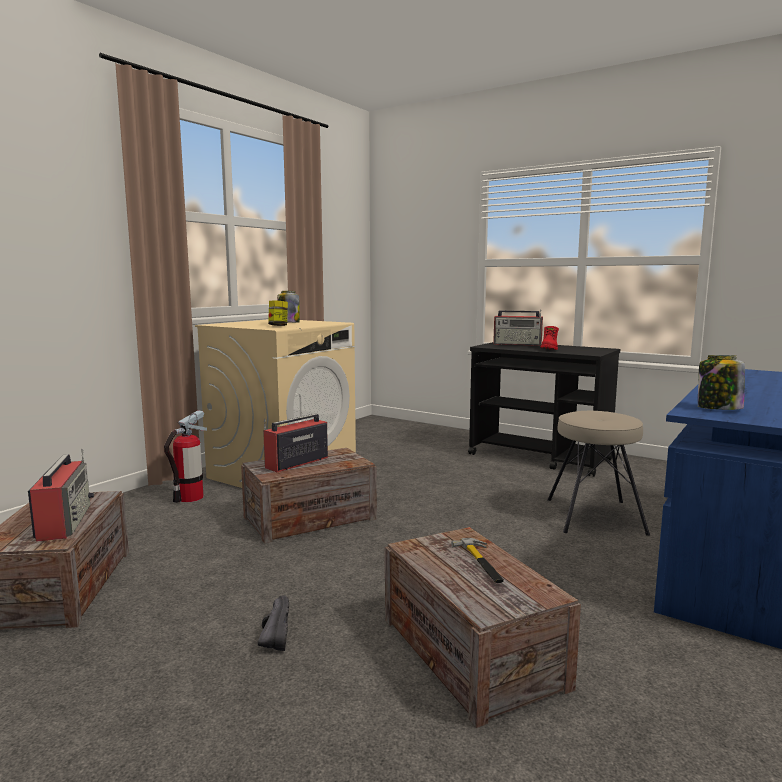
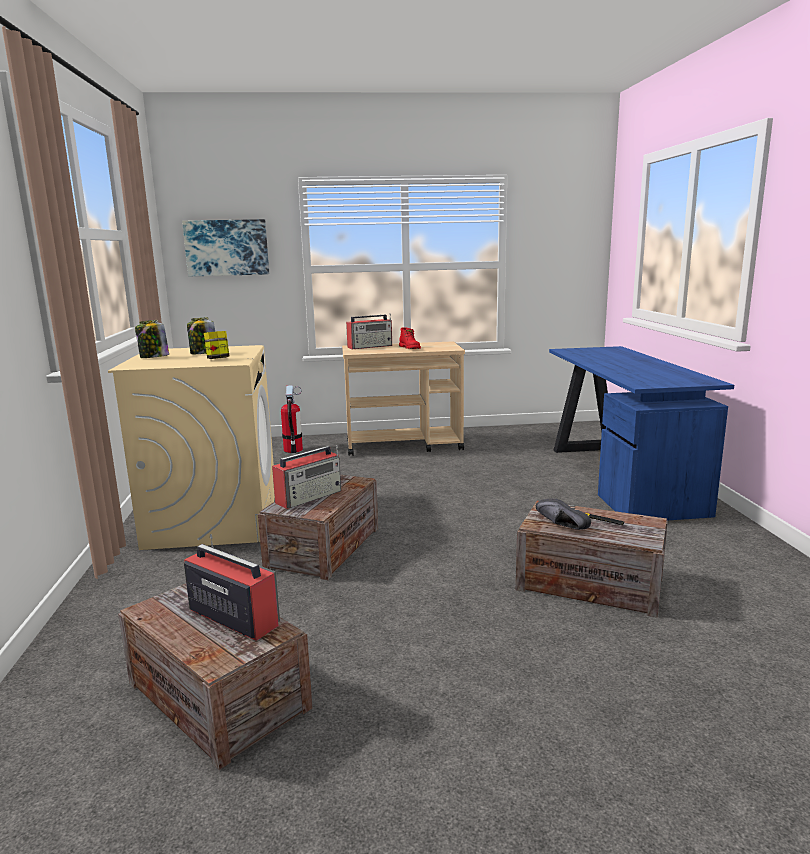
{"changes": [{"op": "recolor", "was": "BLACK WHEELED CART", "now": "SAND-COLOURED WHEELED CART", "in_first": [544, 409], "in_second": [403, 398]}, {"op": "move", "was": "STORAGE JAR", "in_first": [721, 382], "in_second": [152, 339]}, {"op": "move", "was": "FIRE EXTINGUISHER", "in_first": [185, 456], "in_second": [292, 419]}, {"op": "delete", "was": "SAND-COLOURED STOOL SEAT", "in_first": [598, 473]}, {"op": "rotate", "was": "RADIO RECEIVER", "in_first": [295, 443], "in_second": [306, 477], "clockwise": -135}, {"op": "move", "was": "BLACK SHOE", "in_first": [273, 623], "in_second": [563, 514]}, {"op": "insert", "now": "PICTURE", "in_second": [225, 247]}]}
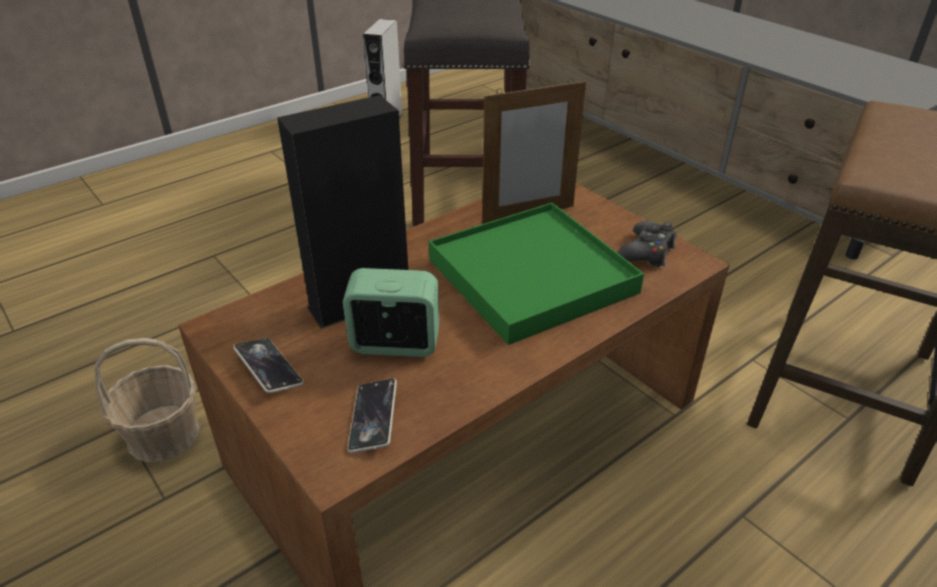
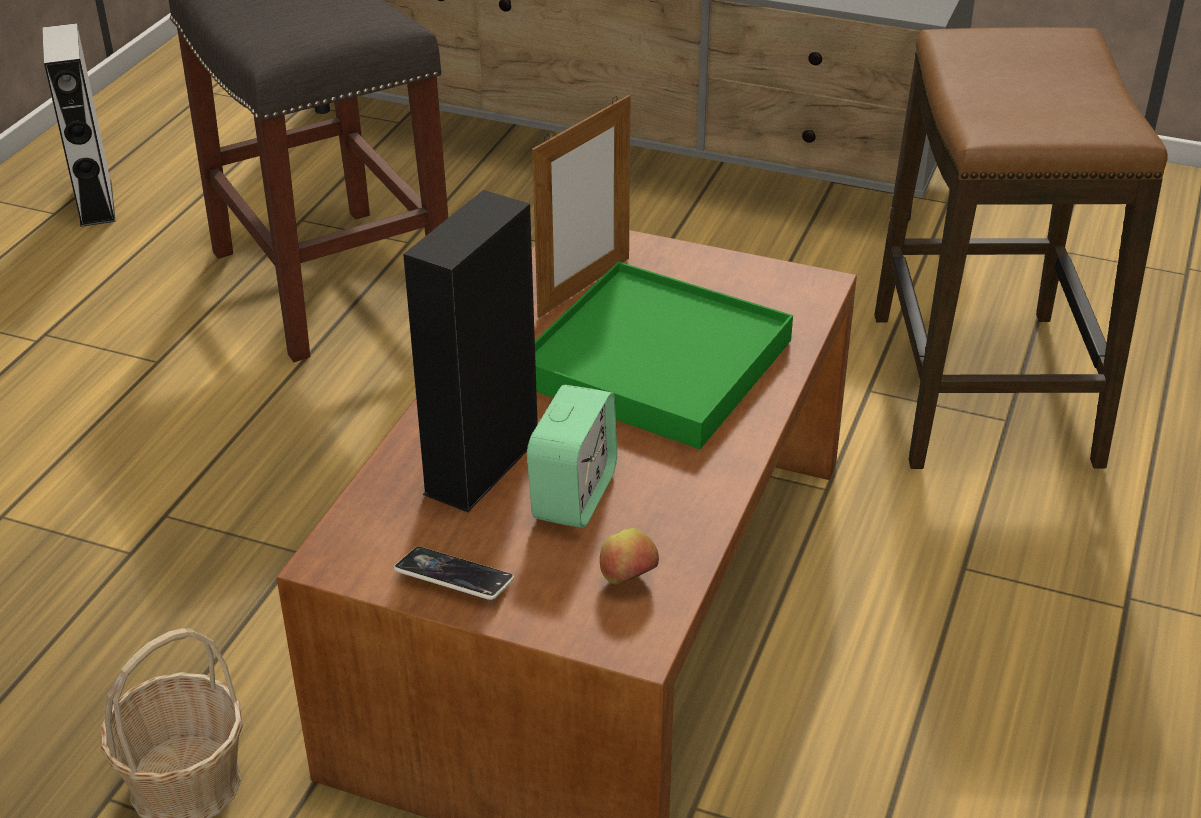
{"changes": [{"op": "delete", "was": "BLACK JOYPAD", "in_first": [646, 244]}, {"op": "rotate", "was": "TABLE CLOCK", "in_first": [391, 312], "in_second": [572, 456], "clockwise": 135}, {"op": "replace", "was": "HANDSET", "now": "WHOLE APPLE", "in_first": [372, 415], "in_second": [629, 556]}]}
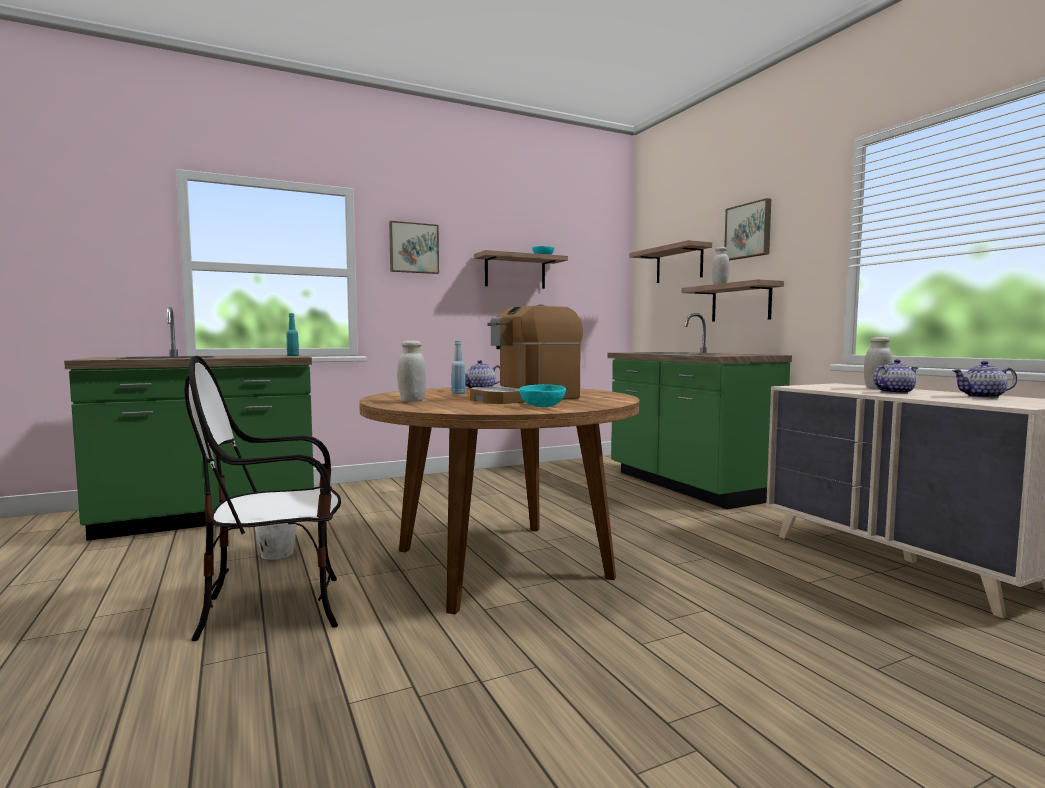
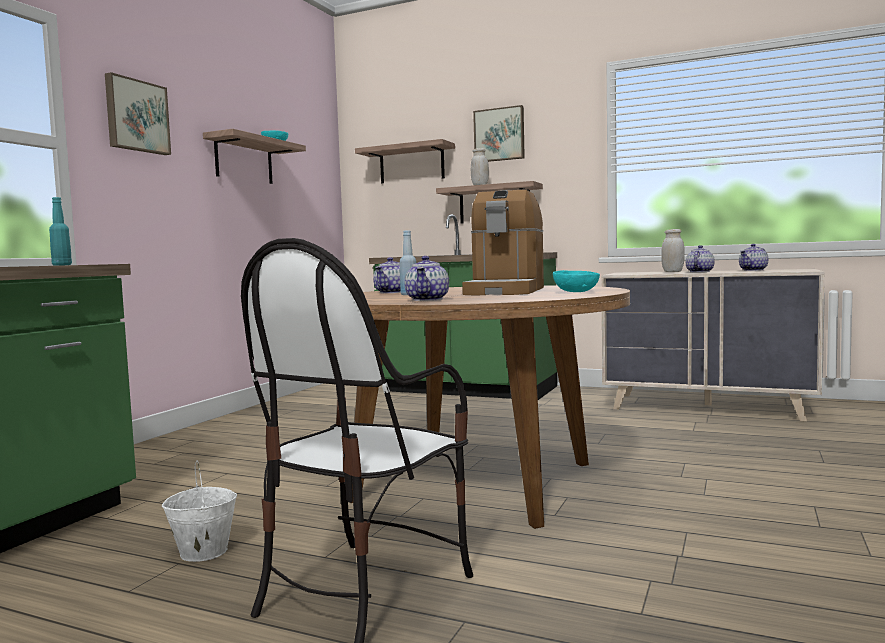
{"changes": [{"op": "replace", "was": "WHITE STORAGE JAR", "now": "TEA POT", "in_first": [411, 371], "in_second": [426, 278]}]}
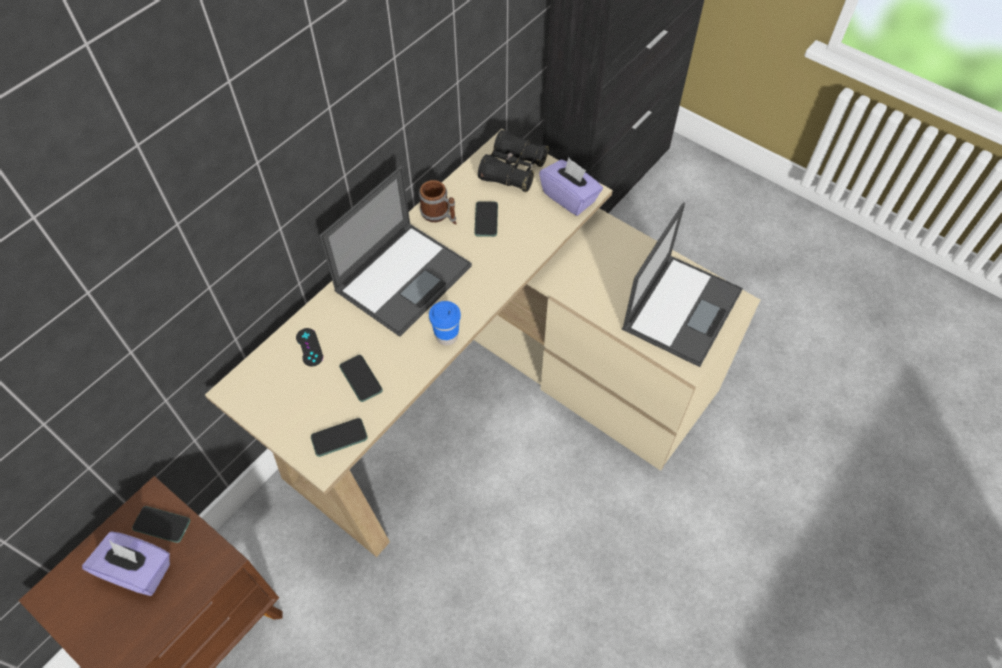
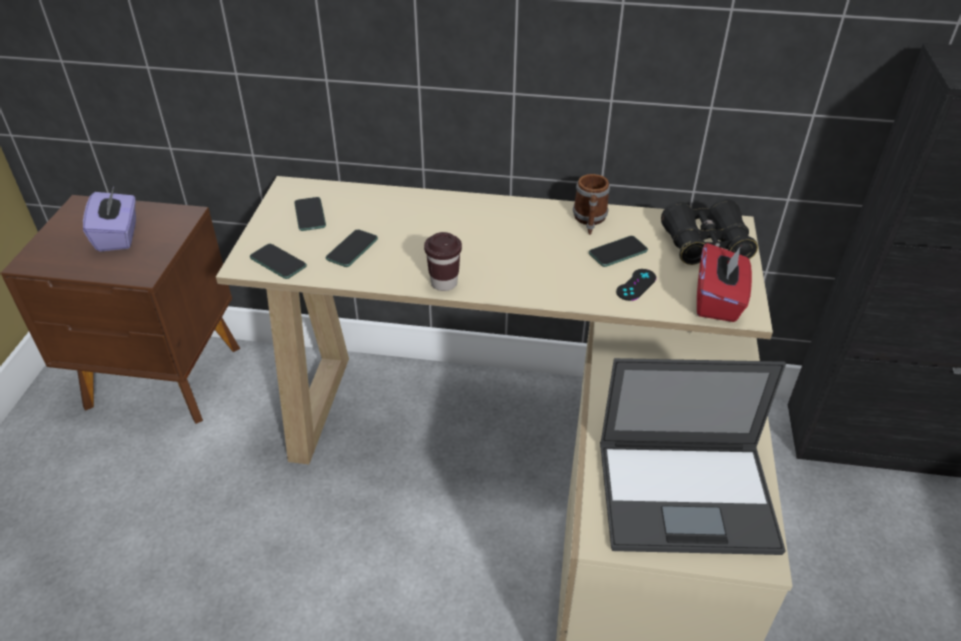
{"changes": [{"op": "recolor", "was": "PURPLE-COLOURED TISSUE HOLDER", "now": "RED TISSUE HOLDER", "in_first": [571, 186], "in_second": [724, 282]}, {"op": "delete", "was": "NOTEBOOK COMPUTER", "in_first": [395, 251]}, {"op": "recolor", "was": "BLUISH DRINKING CUP", "now": "BROWN DRINKING CUP", "in_first": [445, 323], "in_second": [443, 261]}, {"op": "move", "was": "BLACK JOYPAD", "in_first": [309, 347], "in_second": [636, 285]}, {"op": "move", "was": "HANDSET", "in_first": [161, 524], "in_second": [310, 214]}]}
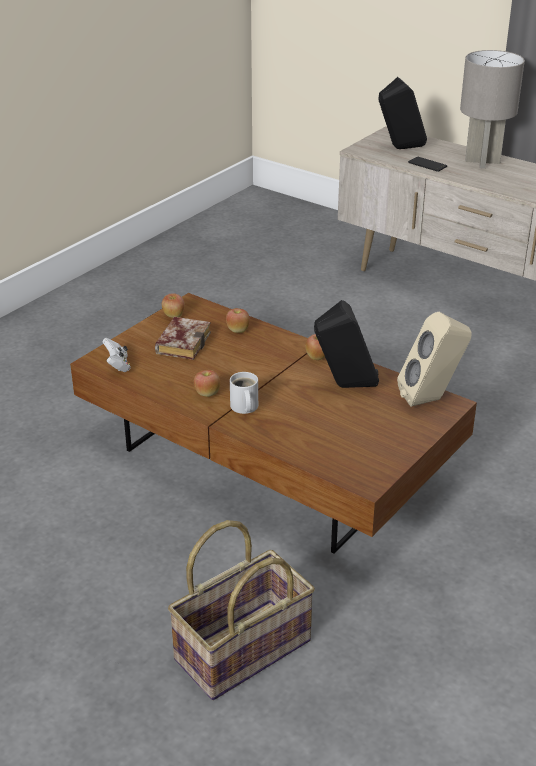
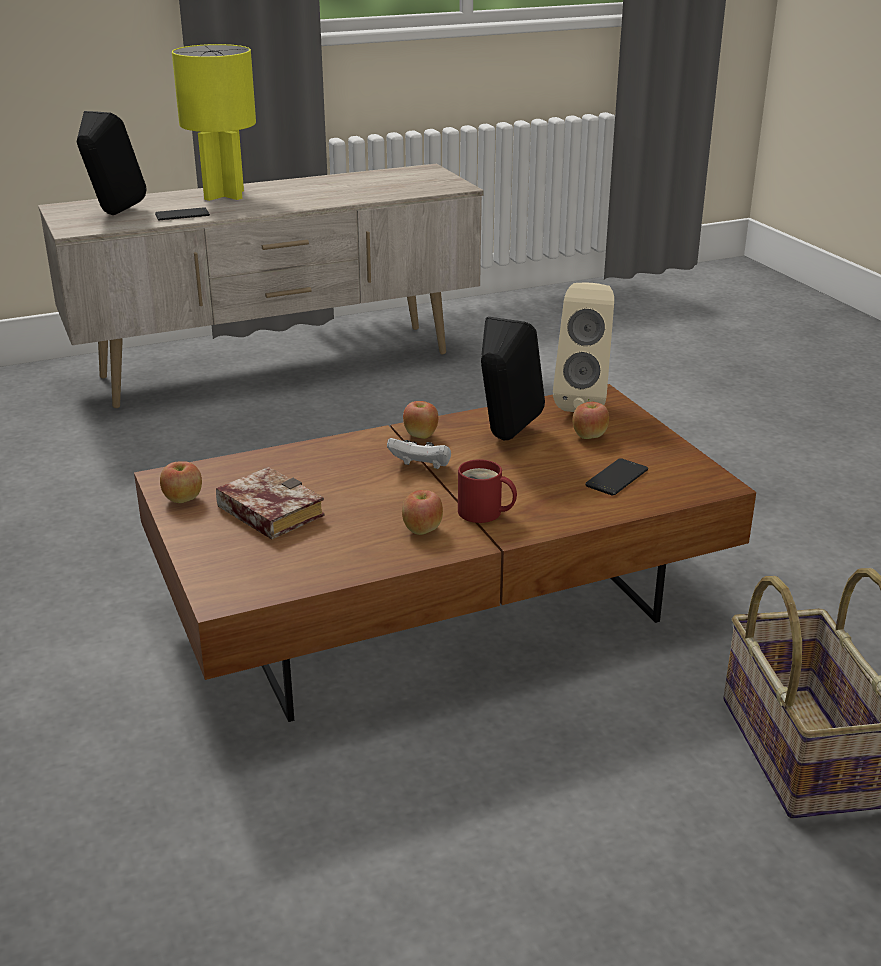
{"changes": [{"op": "recolor", "was": "GREYISH LAMP FOR A TABLE", "now": "YELLOW-COLOURED LAMP FOR A TABLE", "in_first": [492, 109], "in_second": [214, 122]}, {"op": "move", "was": "WHOLE APPLE", "in_first": [238, 320], "in_second": [591, 420]}, {"op": "move", "was": "WHITE JOYPAD", "in_first": [116, 355], "in_second": [419, 453]}, {"op": "recolor", "was": "WHITE COFFEE MUG", "now": "RED COFFEE MUG", "in_first": [244, 393], "in_second": [487, 491]}, {"op": "insert", "now": "HANDSET", "in_second": [616, 477]}]}
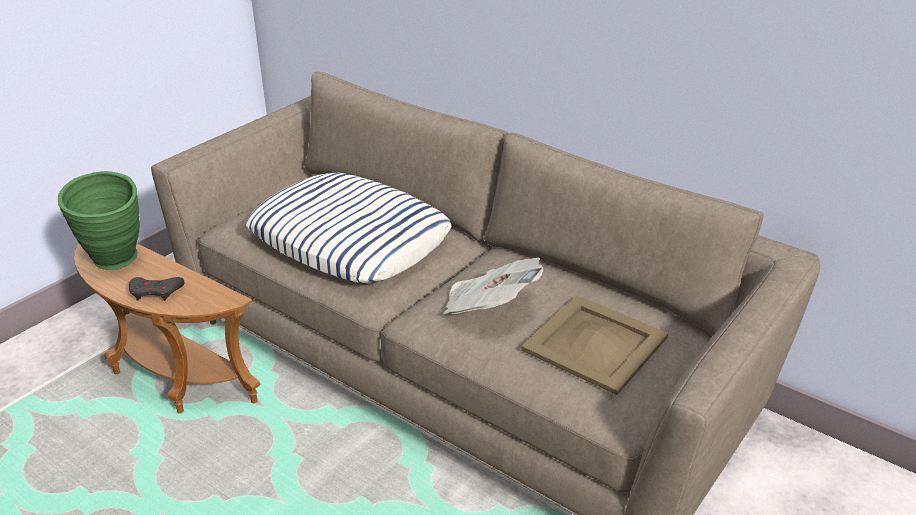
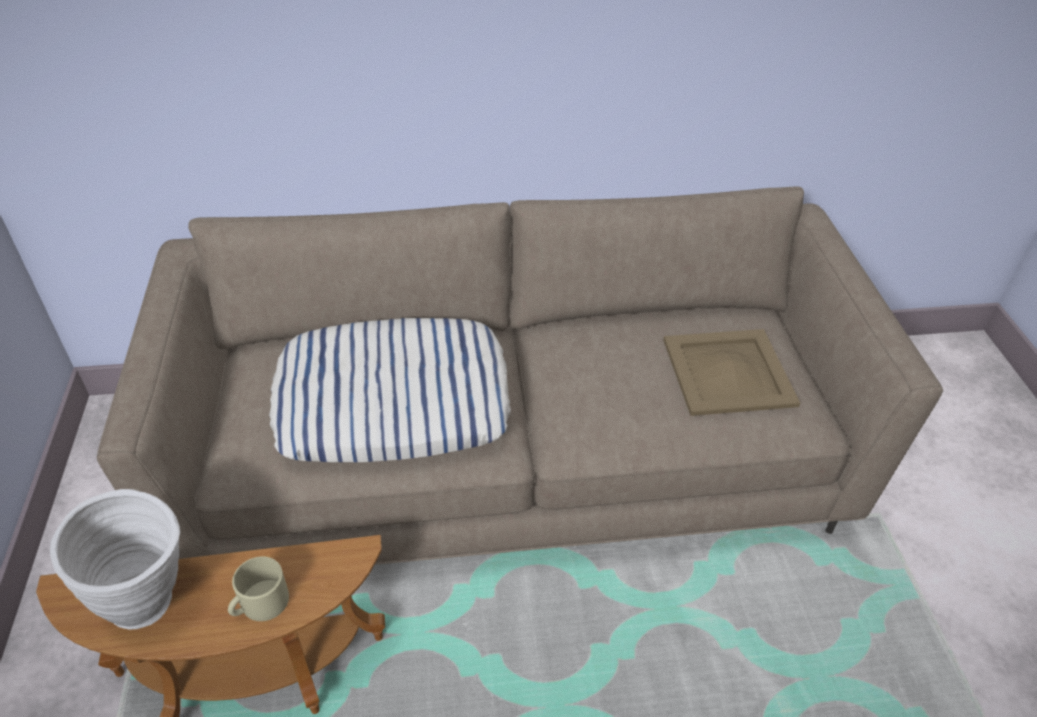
{"changes": [{"op": "recolor", "was": "GREEN-COLOURED DECORATIVE VASE", "now": "WHITE DECORATIVE VASE", "in_first": [99, 220], "in_second": [115, 559]}, {"op": "delete", "was": "DAILY PAPER", "in_first": [493, 286]}, {"op": "replace", "was": "GREYISH JOYPAD", "now": "SAND-COLOURED COFFEE MUG", "in_first": [156, 289], "in_second": [258, 588]}]}
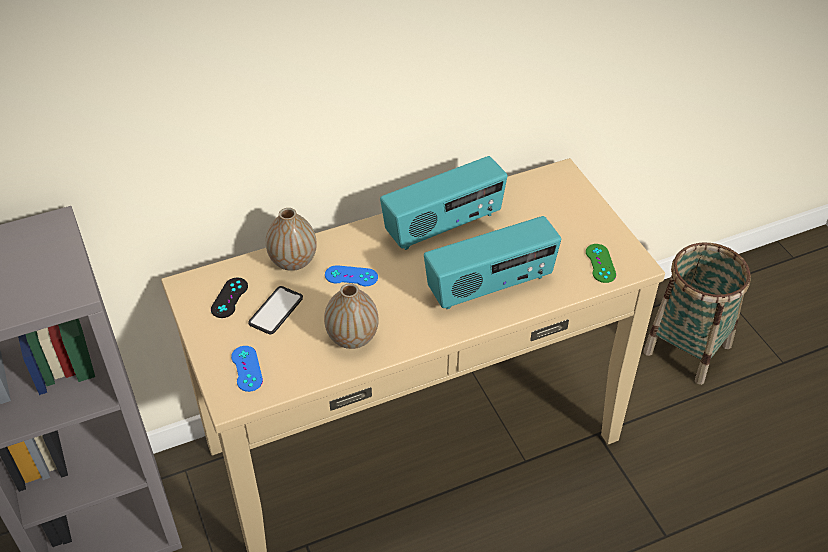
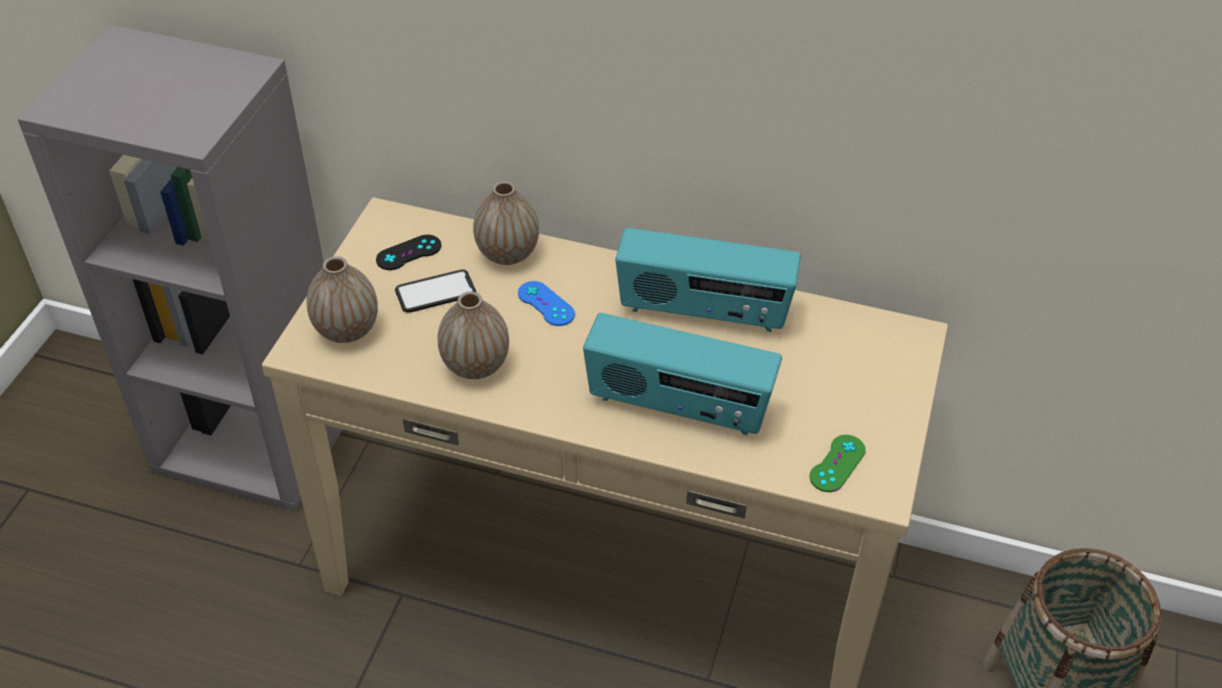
{"changes": [{"op": "replace", "was": "BLUISH JOYPAD", "now": "DECORATIVE VASE", "in_first": [247, 369], "in_second": [342, 299]}]}
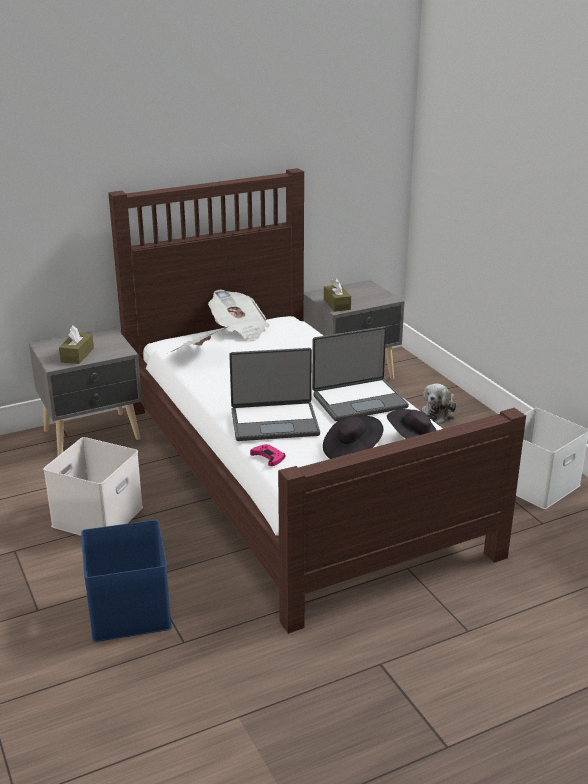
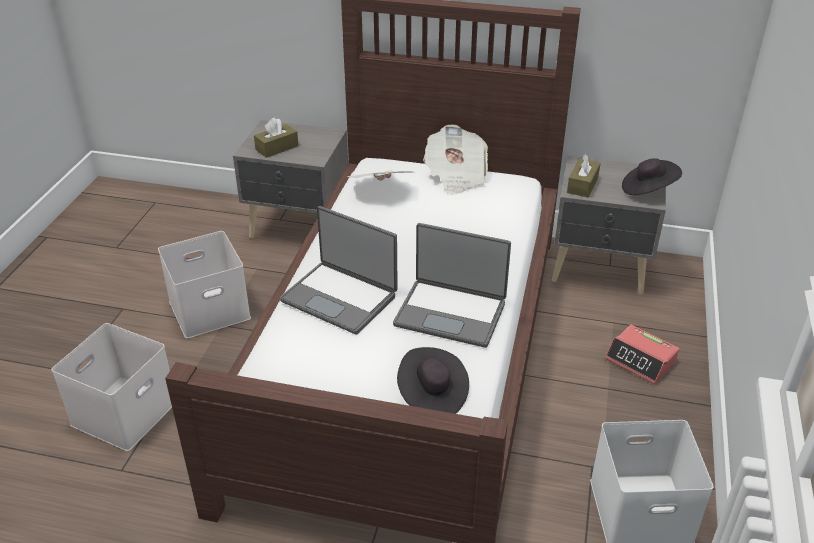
{"changes": [{"op": "replace", "was": "PLUSH TOY", "now": "TABLE CLOCK", "in_first": [439, 403], "in_second": [642, 354]}, {"op": "move", "was": "BLACK CLOTHING HAT", "in_first": [353, 437], "in_second": [652, 176]}, {"op": "delete", "was": "PINKISH JOYPAD", "in_first": [267, 455]}, {"op": "recolor", "was": "BLUISH STORAGE CONTAINER", "now": "WHITE STORAGE CONTAINER", "in_first": [126, 581], "in_second": [111, 387]}]}
